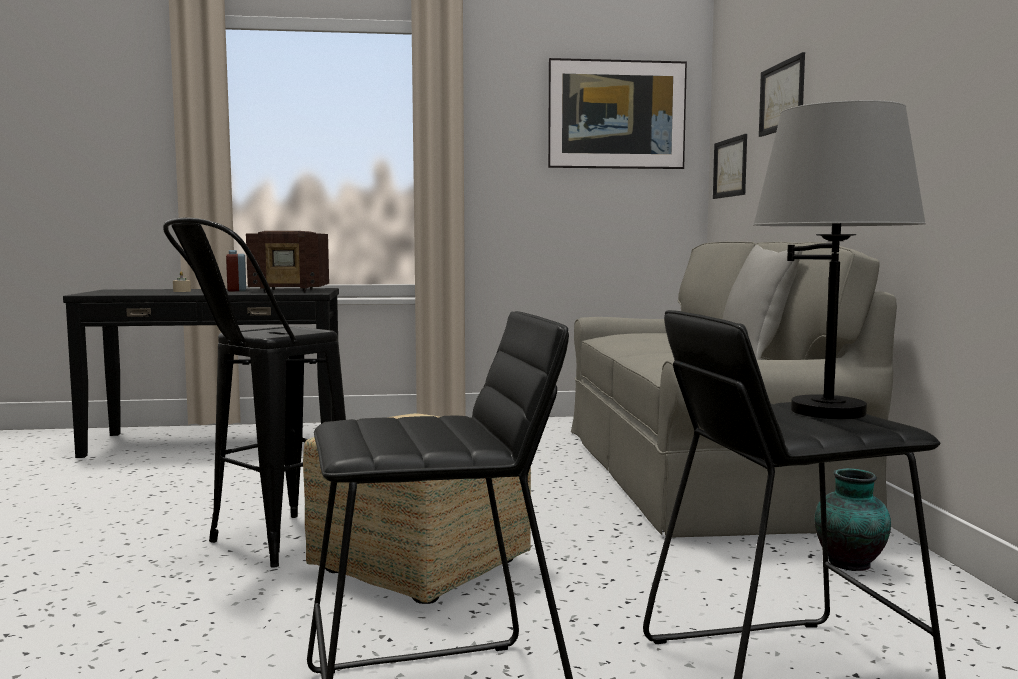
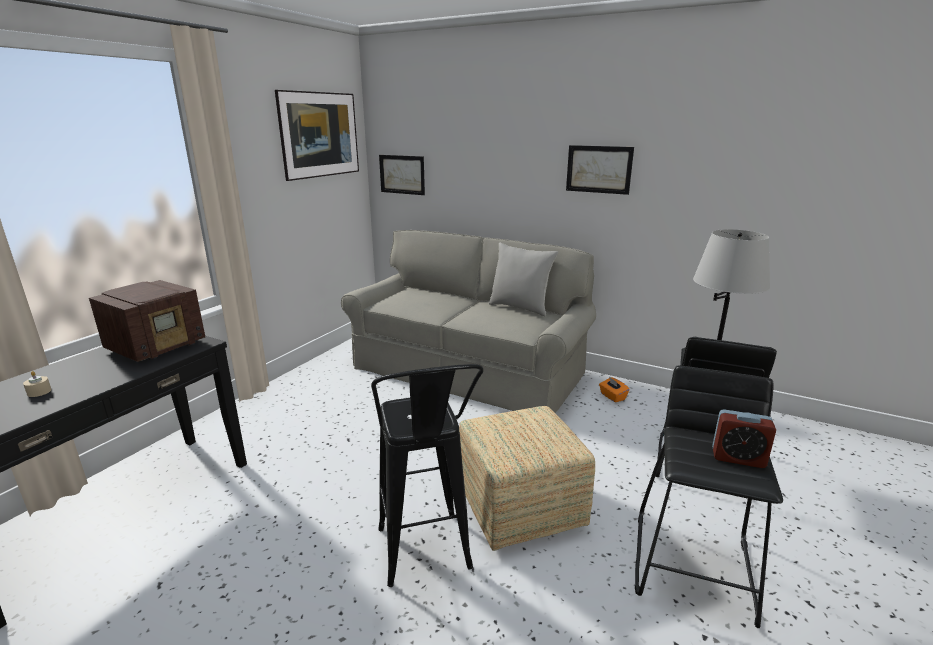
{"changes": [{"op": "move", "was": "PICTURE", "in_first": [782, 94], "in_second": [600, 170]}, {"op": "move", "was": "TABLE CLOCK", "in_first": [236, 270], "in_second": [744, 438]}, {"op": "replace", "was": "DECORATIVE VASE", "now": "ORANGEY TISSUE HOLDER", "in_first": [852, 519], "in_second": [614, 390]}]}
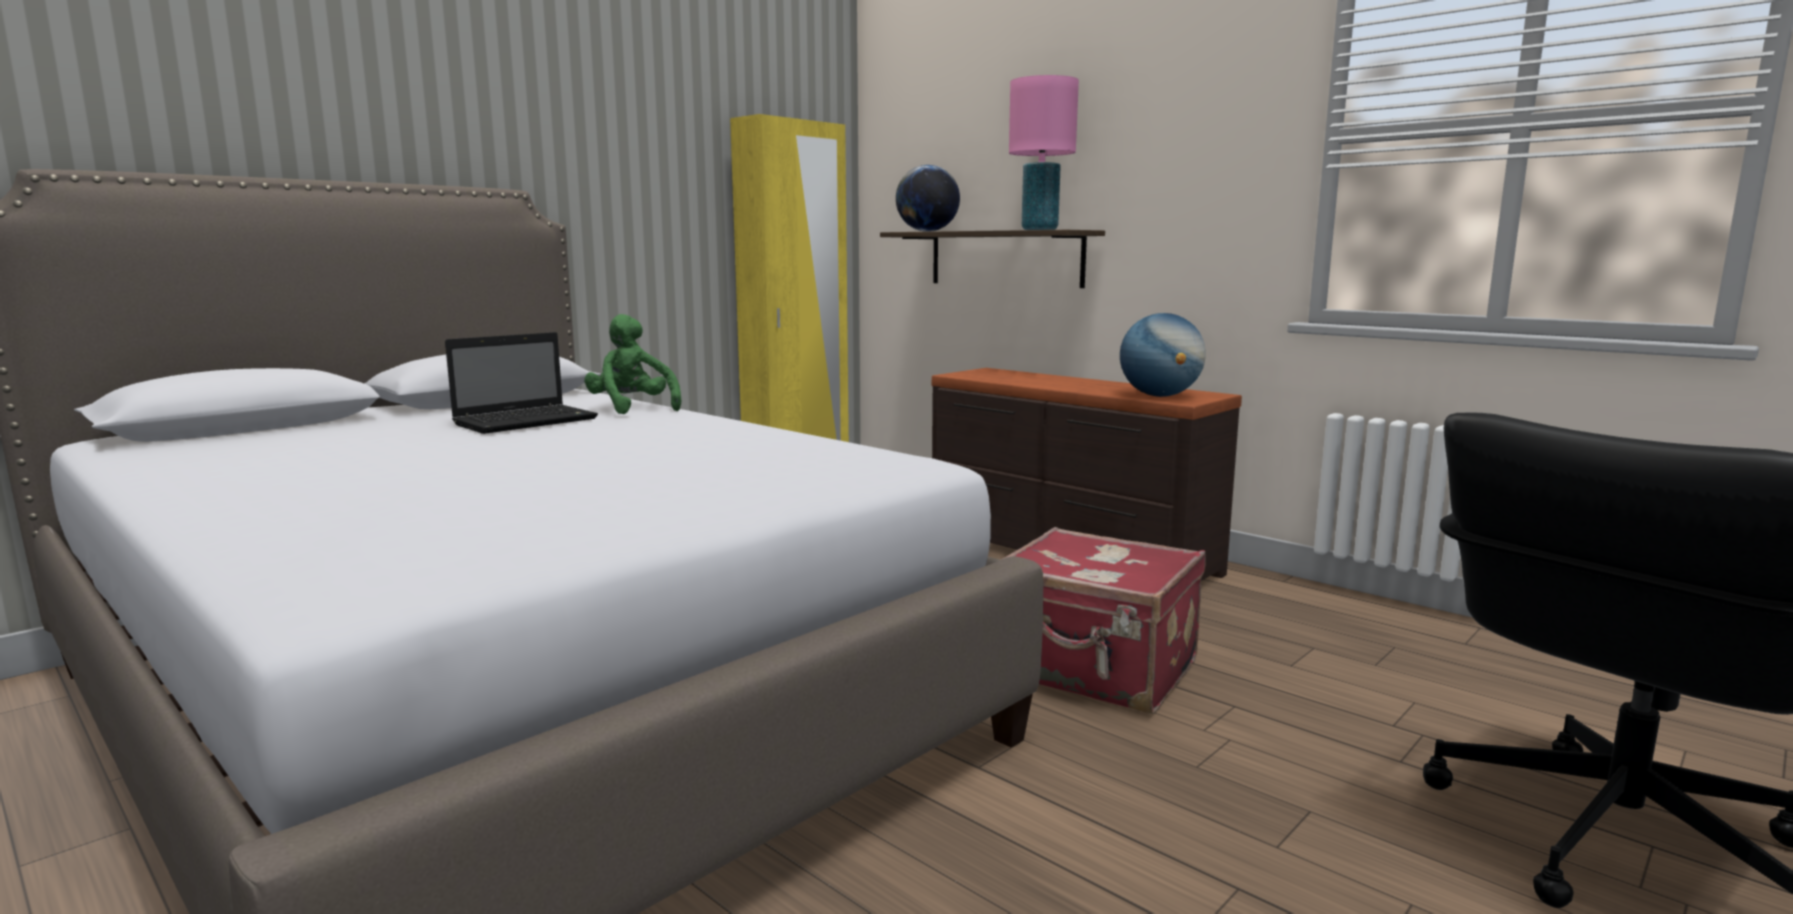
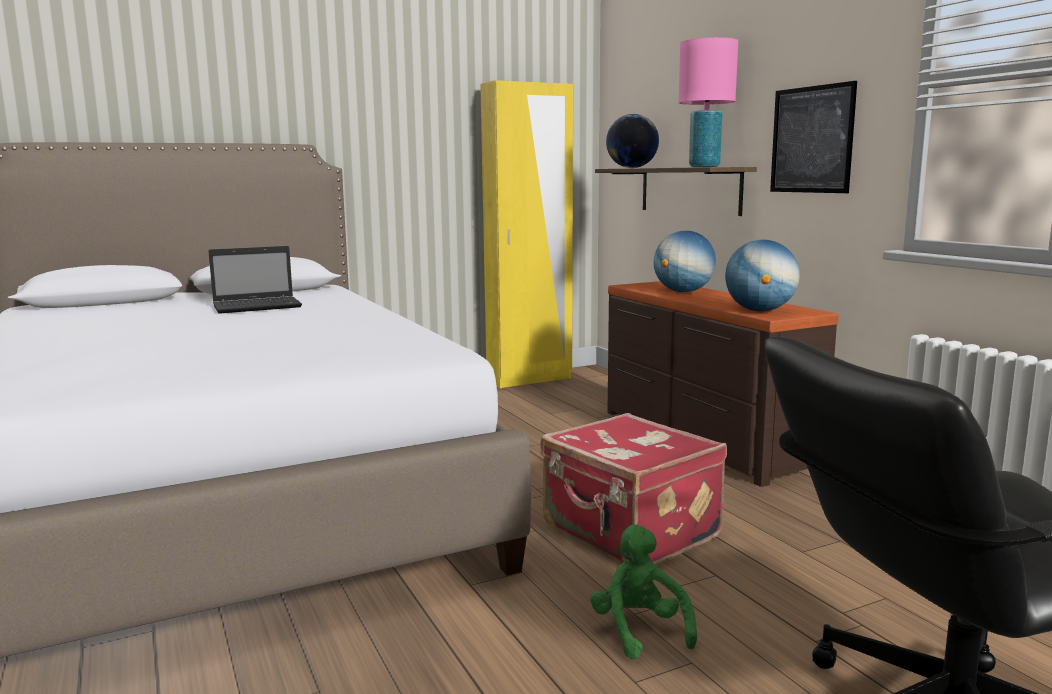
{"changes": [{"op": "move", "was": "GREEN-COLOURED PLUSH TOY", "in_first": [632, 364], "in_second": [643, 592]}, {"op": "insert", "now": "PICTURE", "in_second": [813, 137]}, {"op": "insert", "now": "GLOBE", "in_second": [685, 261]}]}
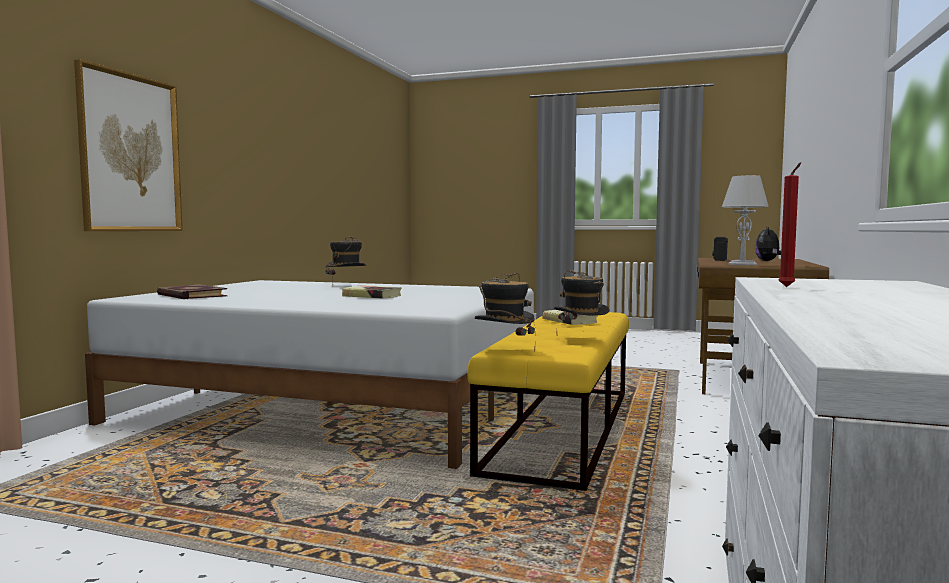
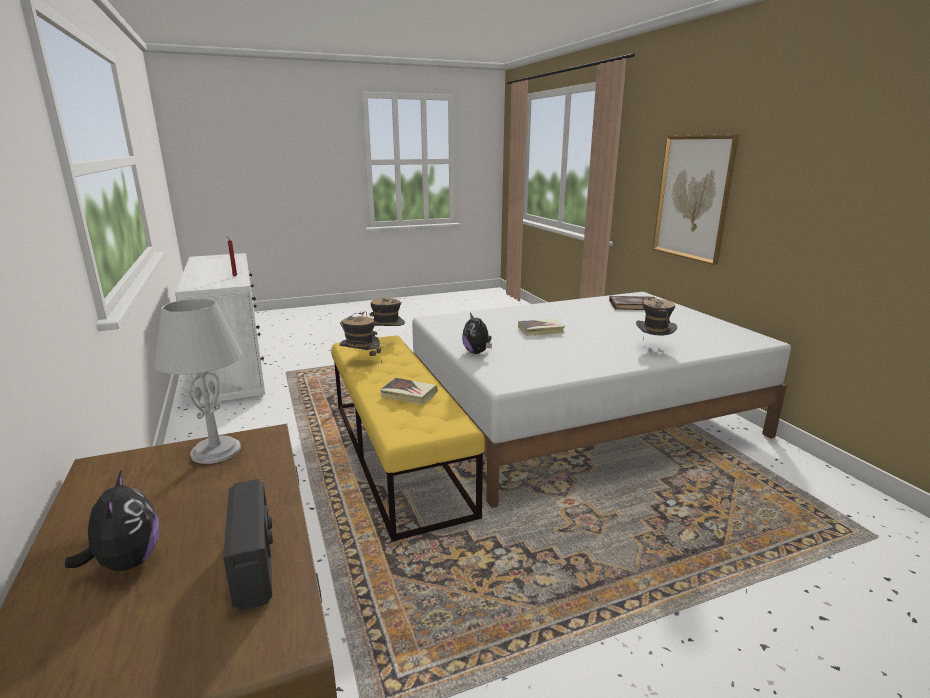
{"changes": [{"op": "insert", "now": "PLUSH TOY", "in_second": [477, 333]}]}
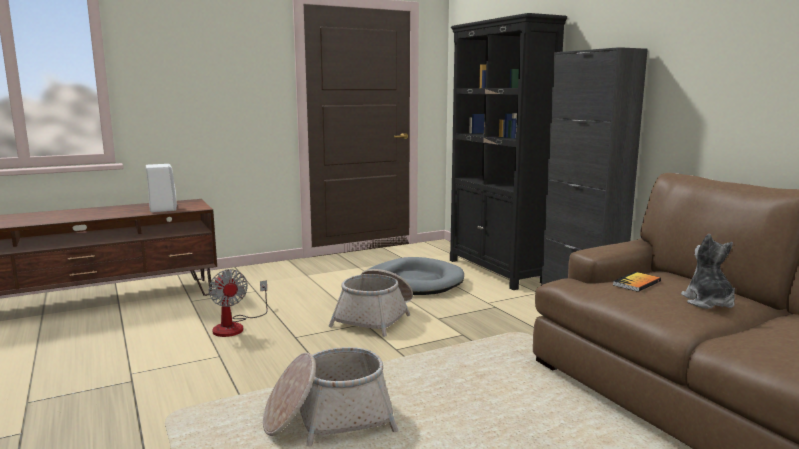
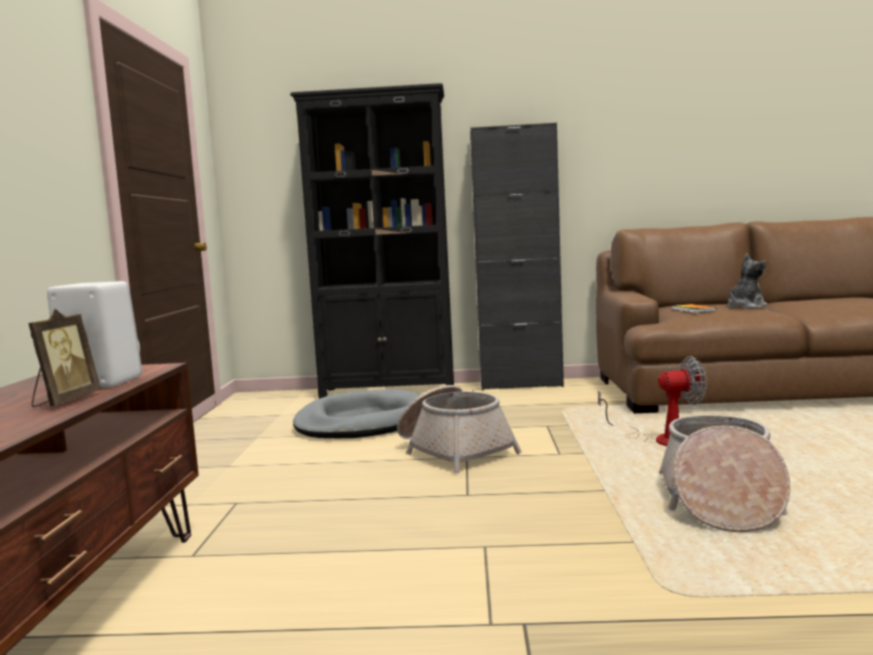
{"changes": [{"op": "rotate", "was": "PLUSH TOY", "in_first": [708, 271], "in_second": [747, 281], "clockwise": 120}, {"op": "move", "was": "FAN", "in_first": [237, 303], "in_second": [652, 401]}, {"op": "insert", "now": "PHOTO FRAME", "in_second": [64, 358]}]}
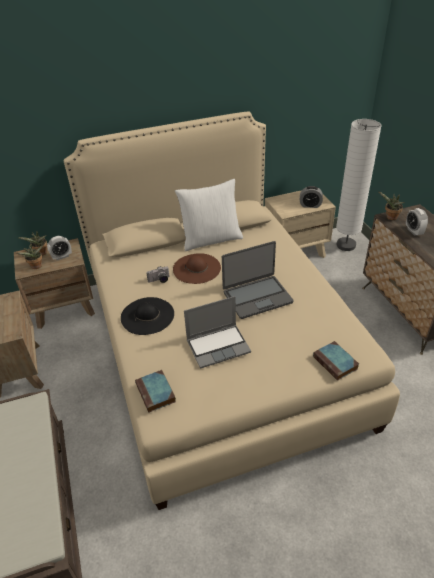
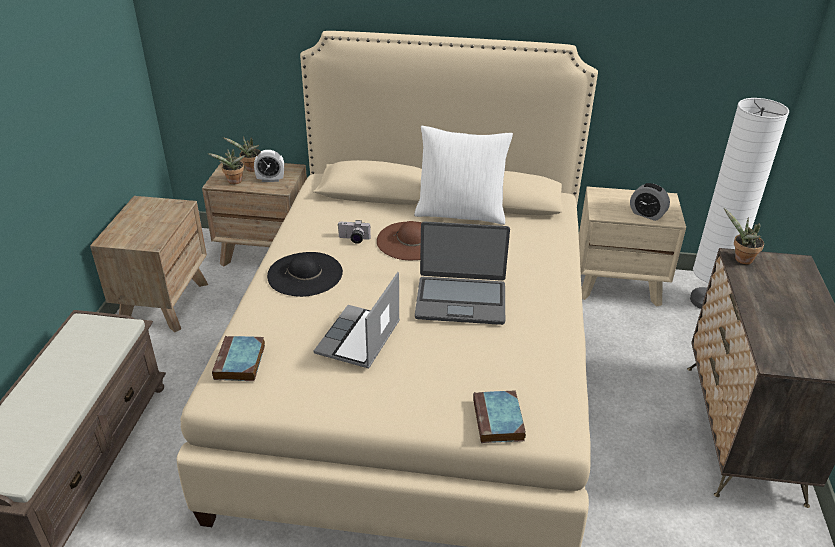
{"changes": [{"op": "delete", "was": "TABLE CLOCK", "in_first": [417, 222]}, {"op": "rotate", "was": "NOTEBOOK COMPUTER", "in_first": [217, 332], "in_second": [357, 320], "clockwise": 105}]}
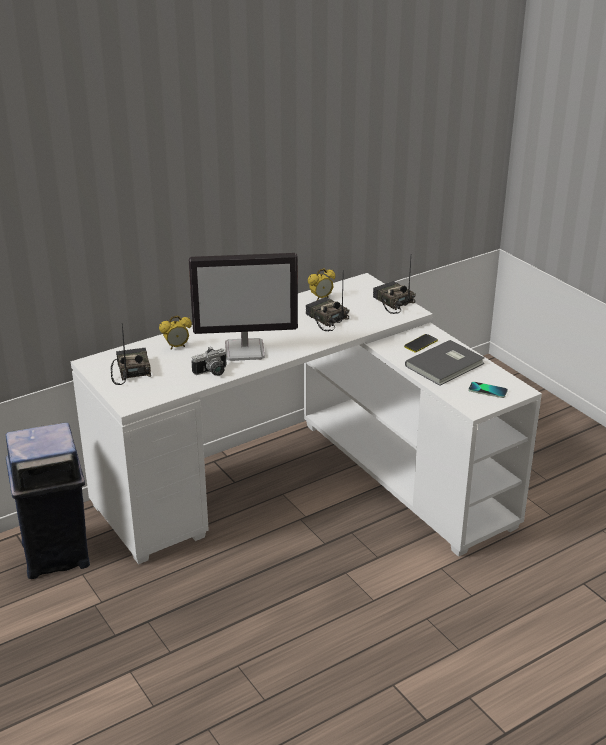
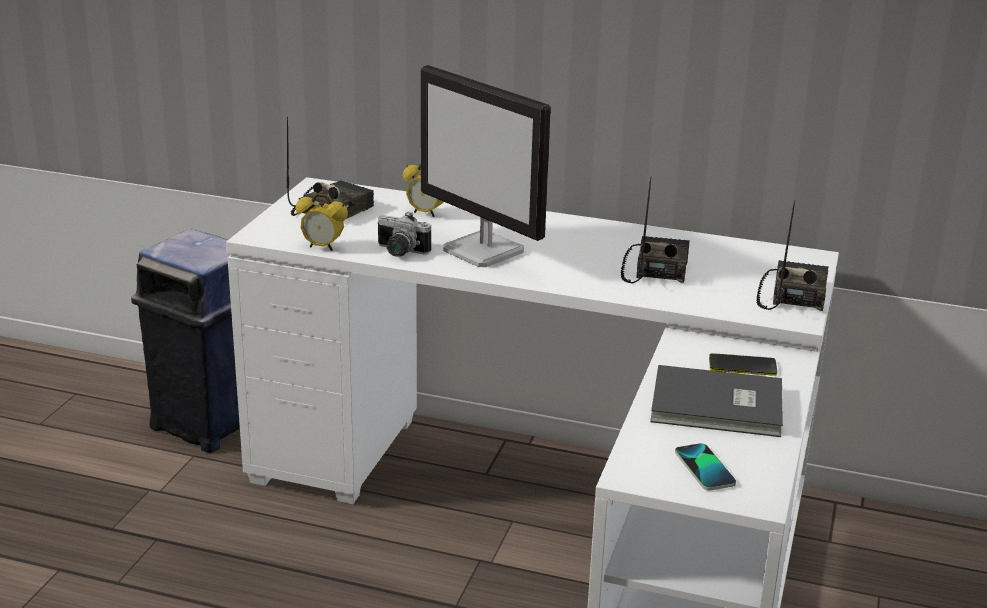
{"changes": [{"op": "move", "was": "TABLE CLOCK", "in_first": [321, 284], "in_second": [322, 222]}]}
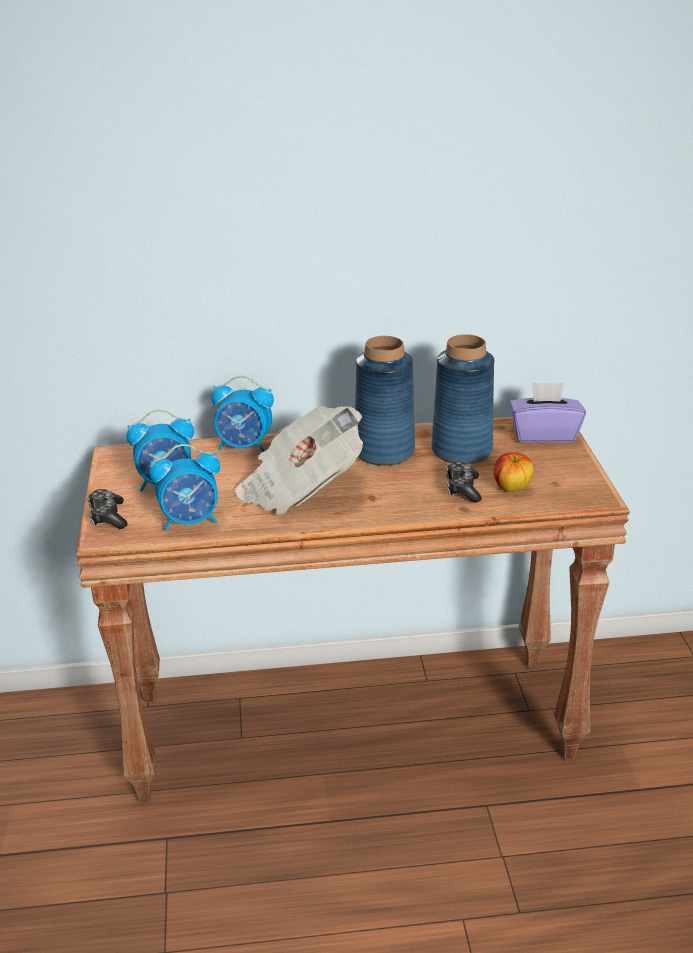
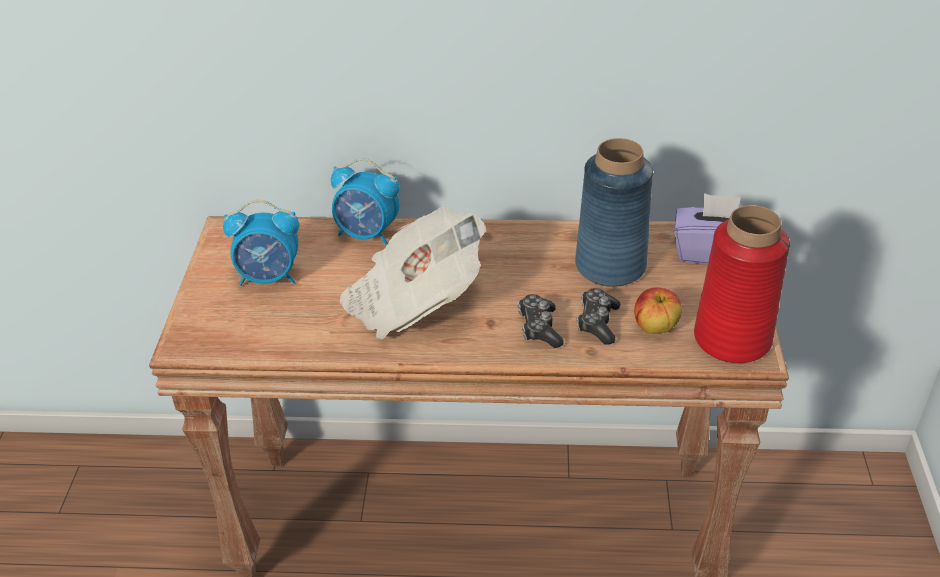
{"changes": [{"op": "delete", "was": "BLUISH DECORATIVE VASE", "in_first": [385, 401]}, {"op": "delete", "was": "TABLE CLOCK", "in_first": [184, 487]}, {"op": "move", "was": "JOYPAD", "in_first": [107, 509], "in_second": [541, 321]}, {"op": "insert", "now": "RED DECORATIVE VASE", "in_second": [742, 284]}]}
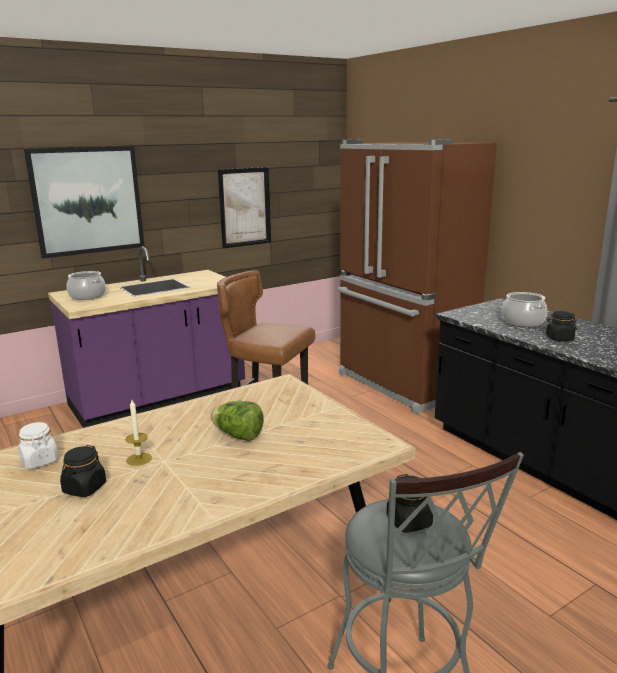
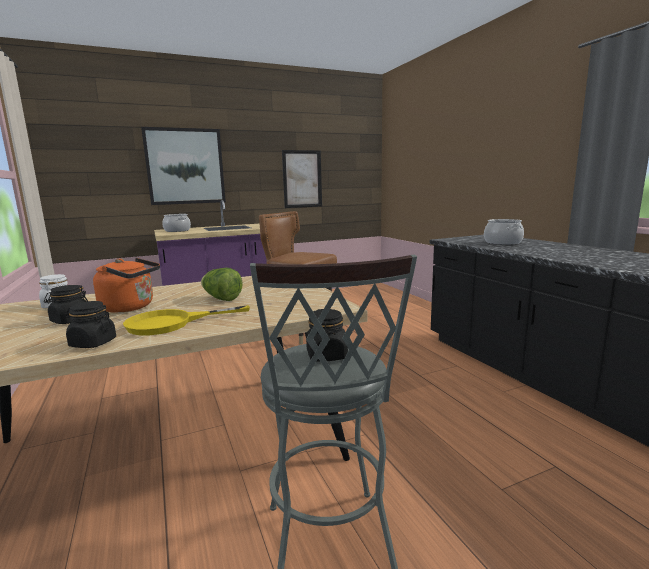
{"changes": [{"op": "delete", "was": "BROWN FRIDGE", "in_first": [417, 276]}, {"op": "move", "was": "BLACK STORAGE JAR", "in_first": [561, 326], "in_second": [91, 324]}, {"op": "replace", "was": "WAX CANDLE", "now": "ORANGEY WATER KETTLE", "in_first": [139, 433], "in_second": [126, 285]}, {"op": "insert", "now": "YELLOW-COLOURED FRYING PAN", "in_second": [186, 320]}]}
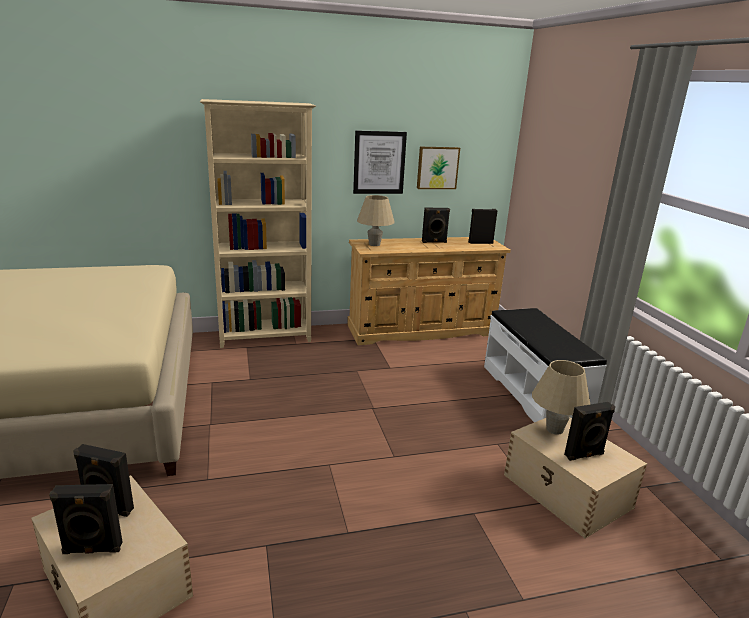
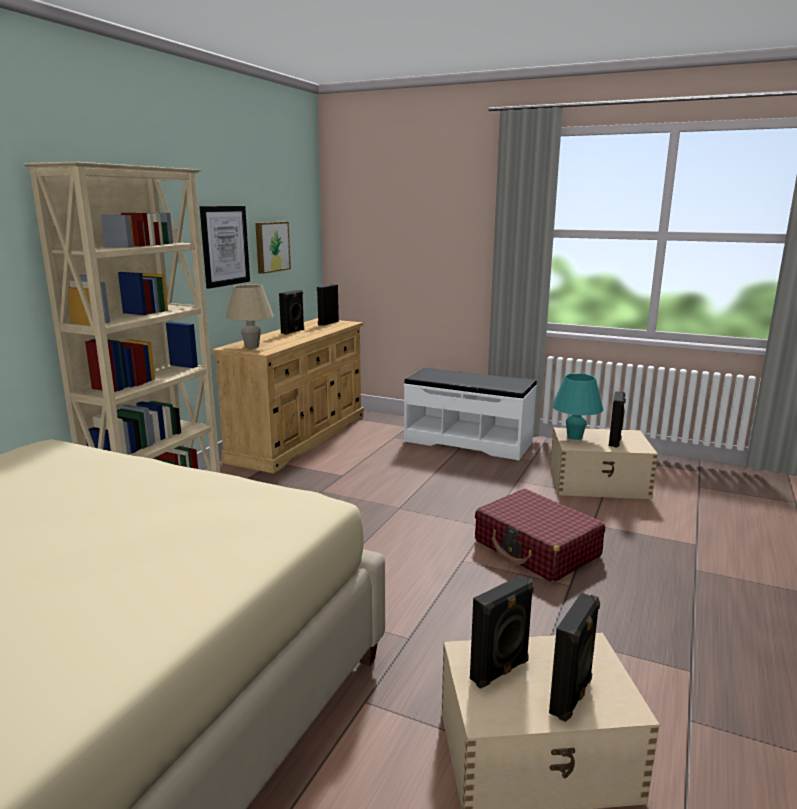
{"changes": [{"op": "recolor", "was": "SAND-COLOURED LAMP FOR A TABLE", "now": "TURQUOISE LAMP FOR A TABLE", "in_first": [561, 397], "in_second": [577, 406]}, {"op": "insert", "now": "RED TRAVEL CASE", "in_second": [540, 535]}]}
